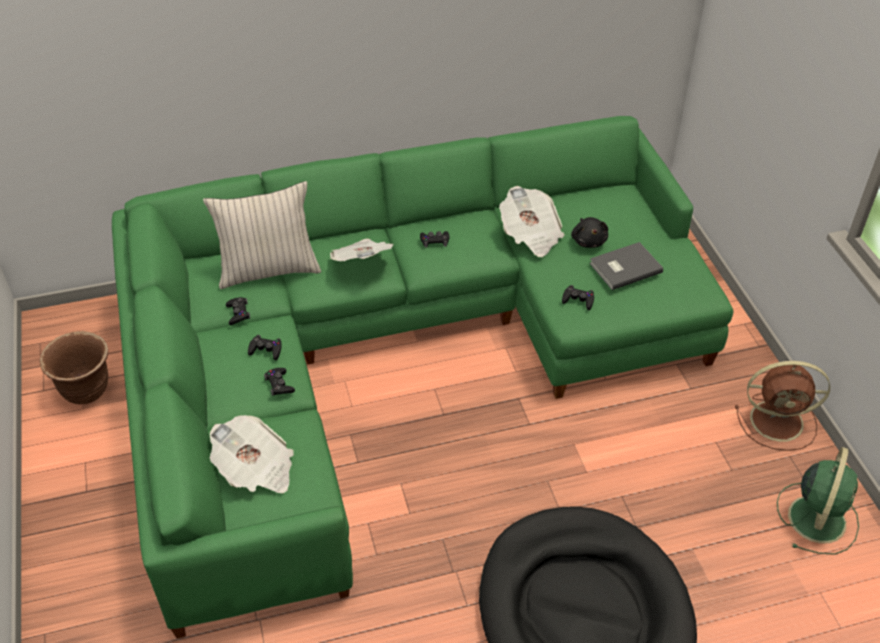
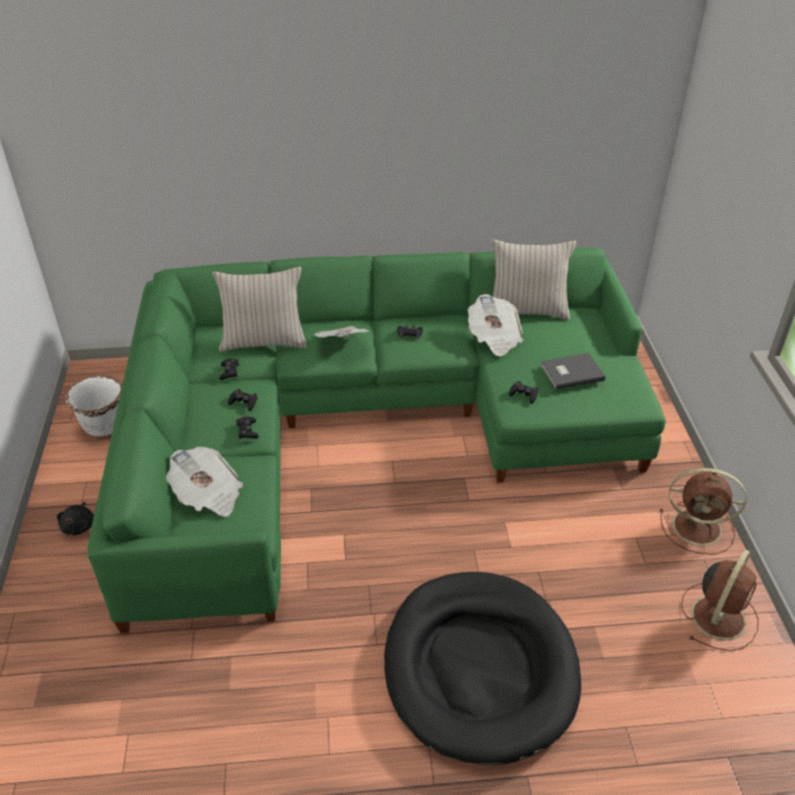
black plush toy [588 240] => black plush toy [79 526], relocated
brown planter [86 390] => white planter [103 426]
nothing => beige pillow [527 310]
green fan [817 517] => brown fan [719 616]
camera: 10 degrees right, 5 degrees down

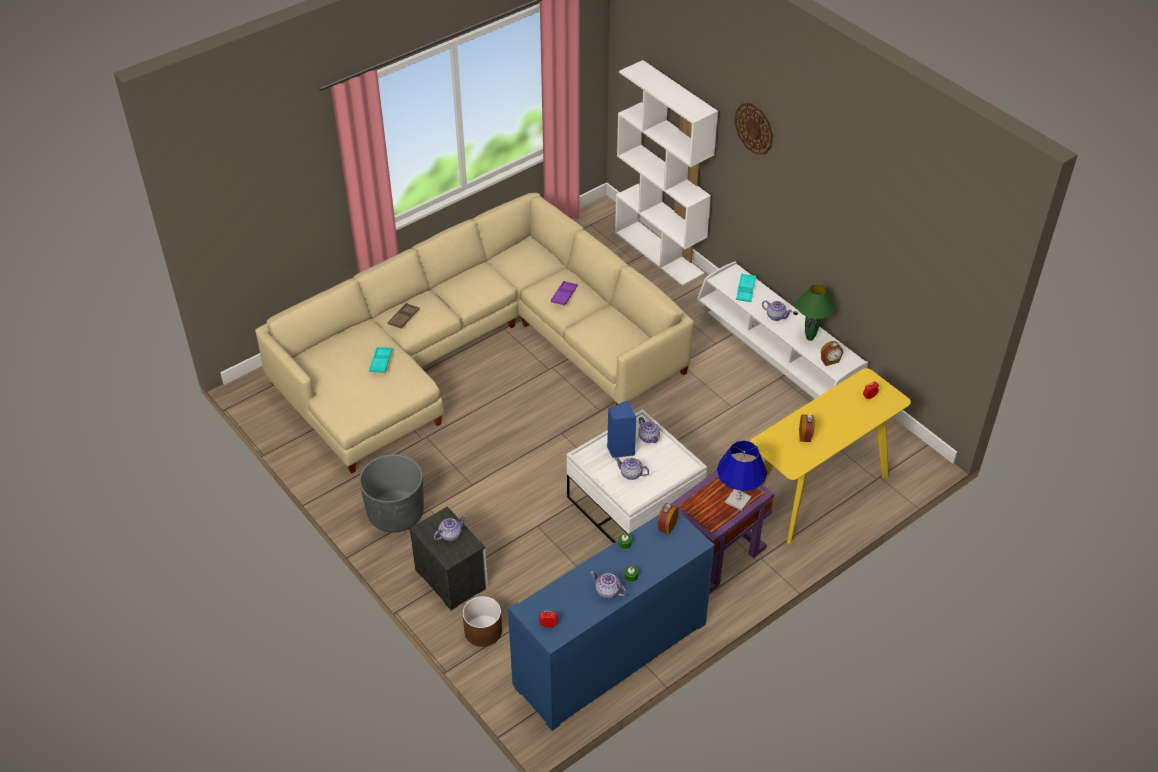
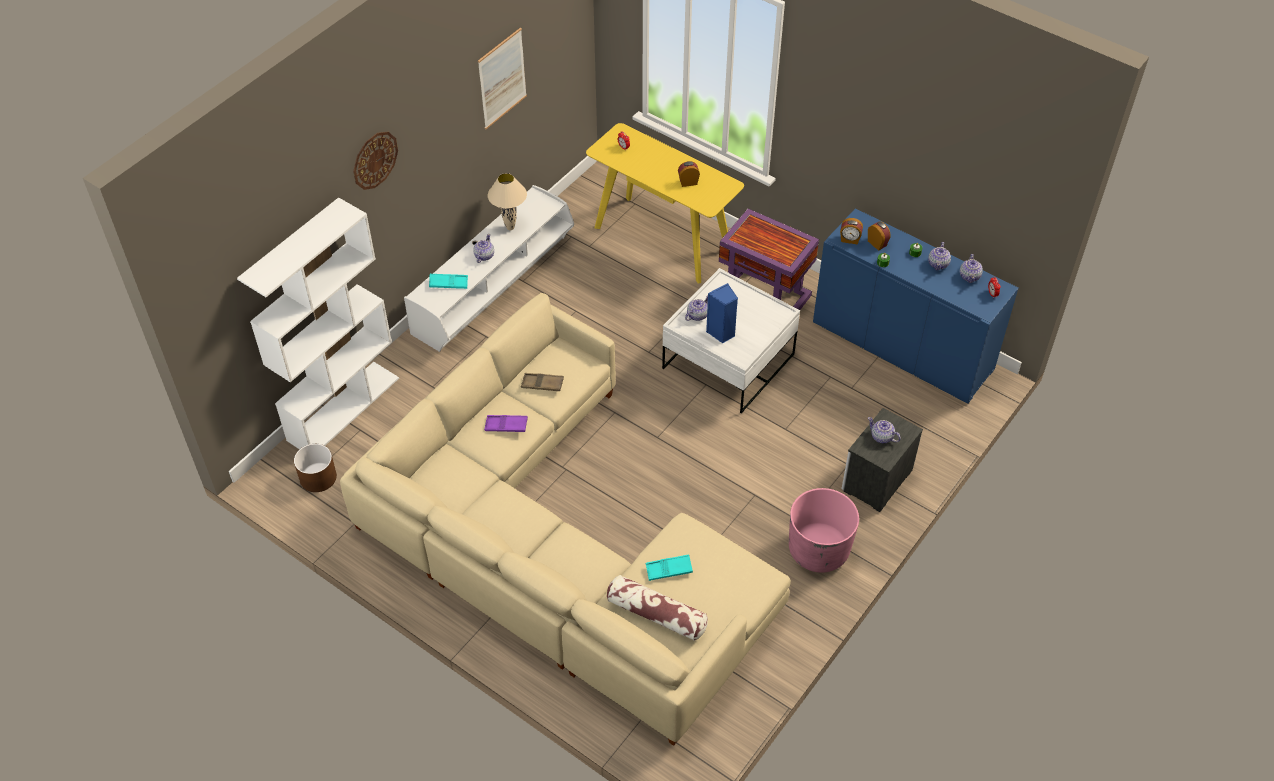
brown planter [483 631] => brown planter [318 477], relocated
nothing => picture [502 78]
green table lamp [809 338] => beige table lamp [510 228]
brown tray [403 318] => brown tray [542 384], relocated
nothing => pillow [656 614]
grey planter [396 513] => pink planter [818 550]
alarm clock [830 361] => alarm clock [877 243], relocated
teapot [631 474] => teapot [970 276], relocated
blue table lamp [738 500] => nothing
camera: 105 degrees left, 5 degrees up

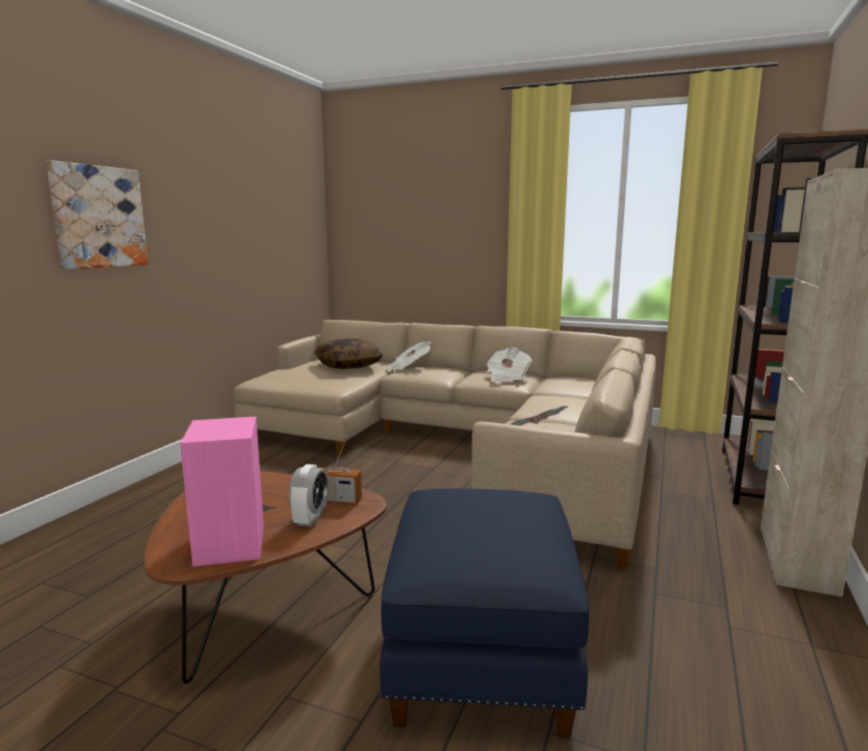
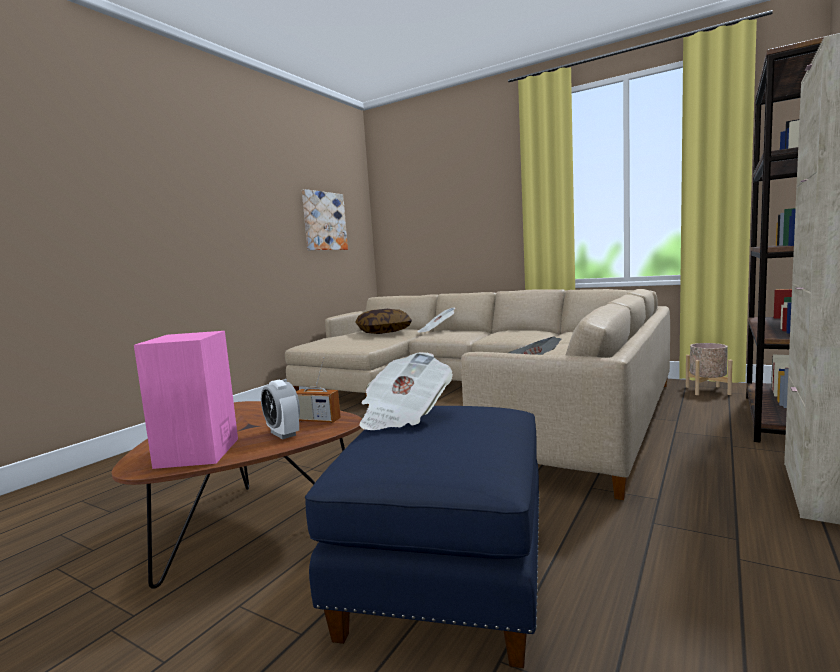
alarm clock [310 519] => alarm clock [283 434], 120 degrees clockwise
picture [98 217] => picture [324 221], relocated
newspaper [507 377] => newspaper [403 416], relocated
nothing => beige planter [707 390]
camera: 10 degrees right, 5 degrees down

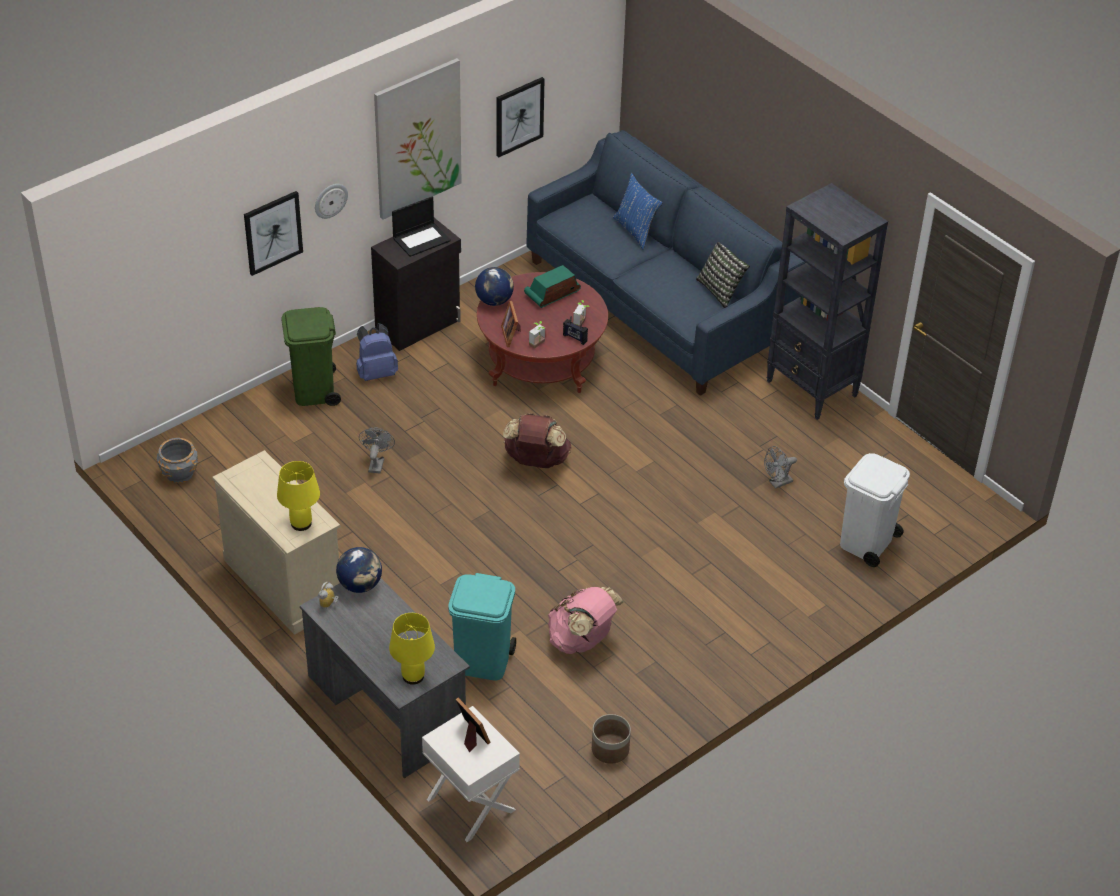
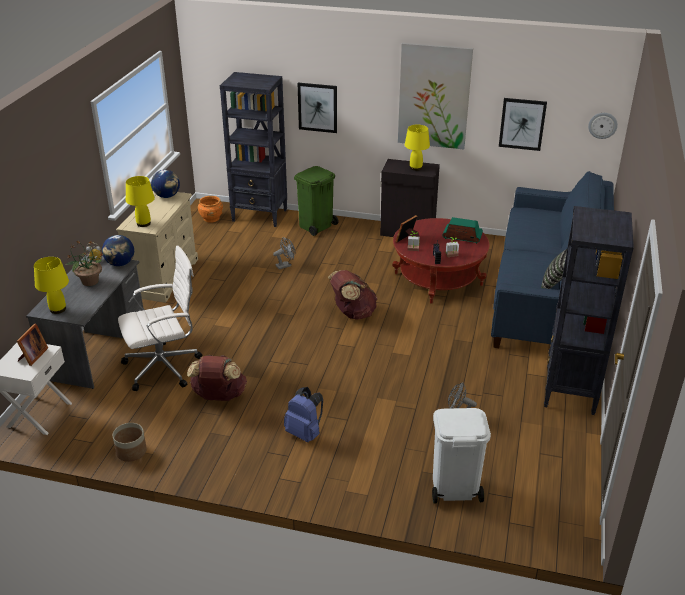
nothing => potted plant [89 281]
turquoise trash can [483 661] => white office chair [165 367]
globe [494 301] => globe [167 196], relocated
pink backpack [582 640] => brown backpack [219 396]
grey planter [179 474] => orange planter [211 218]
nothing => black bookcase [260 216]
blue backpack [376 373] => blue backpack [305 433], relocated
laptop [421 239] => yellow table lamp [416 168]
wall clock [330 200] => wall clock [602 125], relocated
blue pillow [636 231] => nothing
camera: 55 degrees right, 10 degrees down

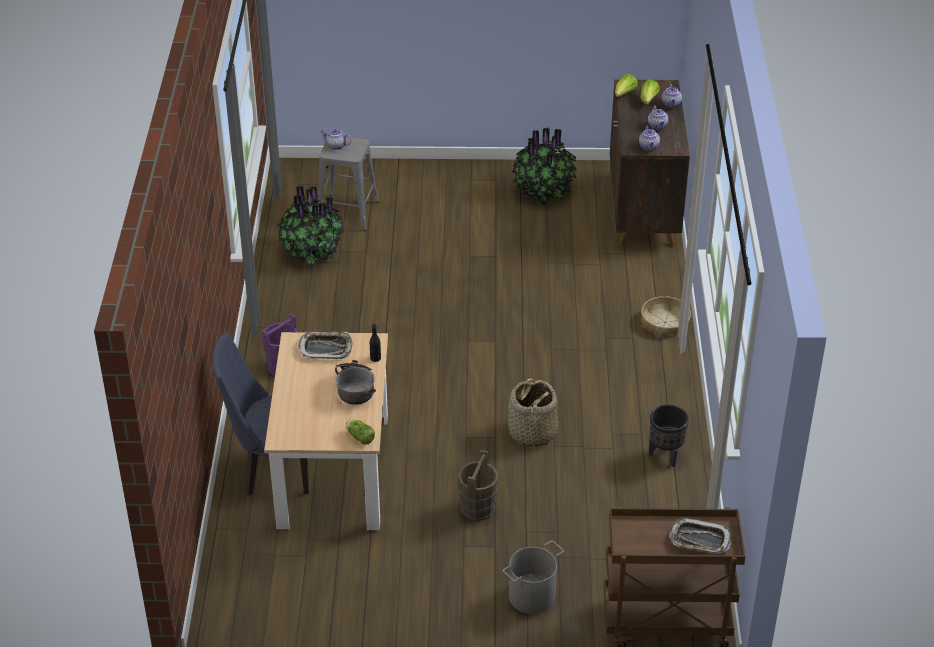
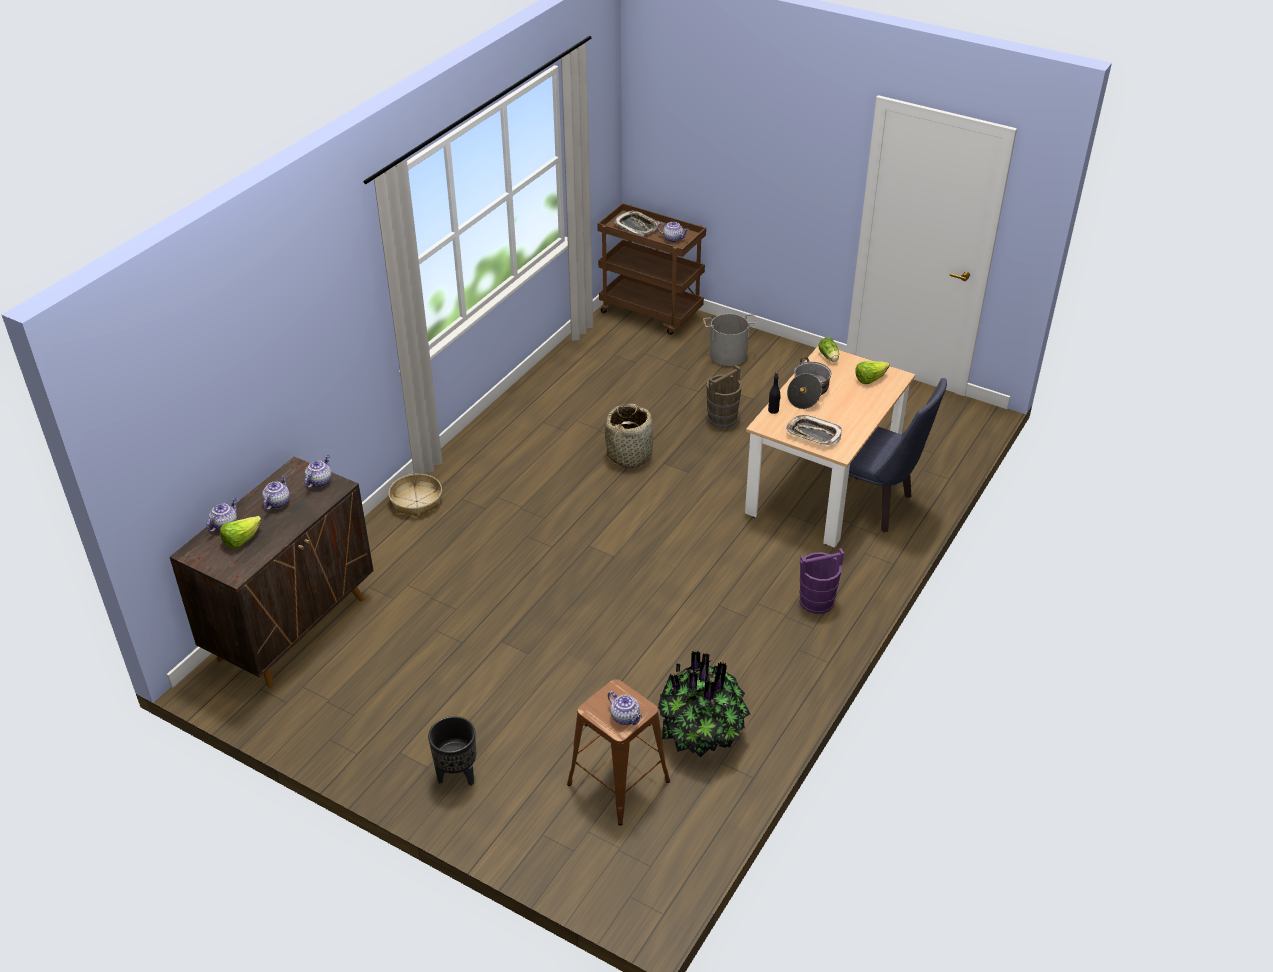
black planter [665 455] => black planter [456 775], relocated
grey stool [347 212] => brown stool [619 781]
nothing => teapot [673 239]
lettuce [624 94] => lettuce [870 379], relocated
potted plant [544 192] => nothing
camera: 150 degrees left, 0 degrees up

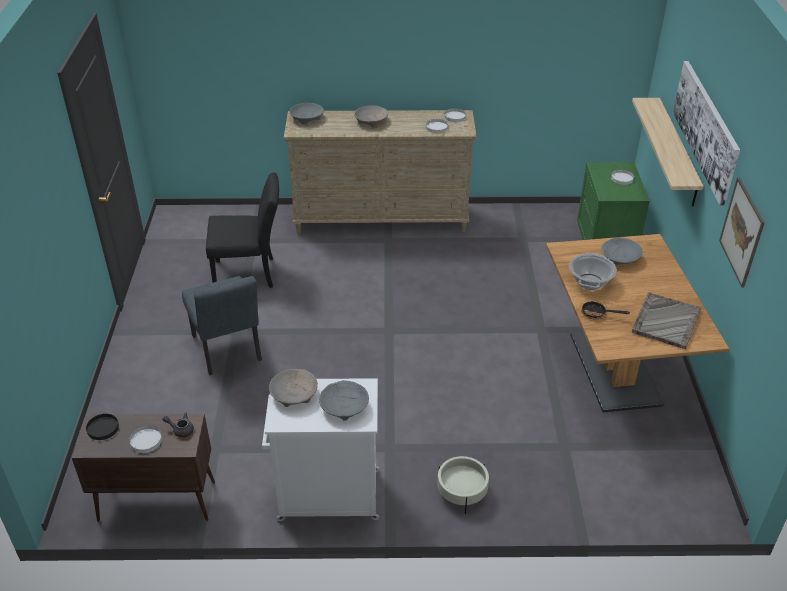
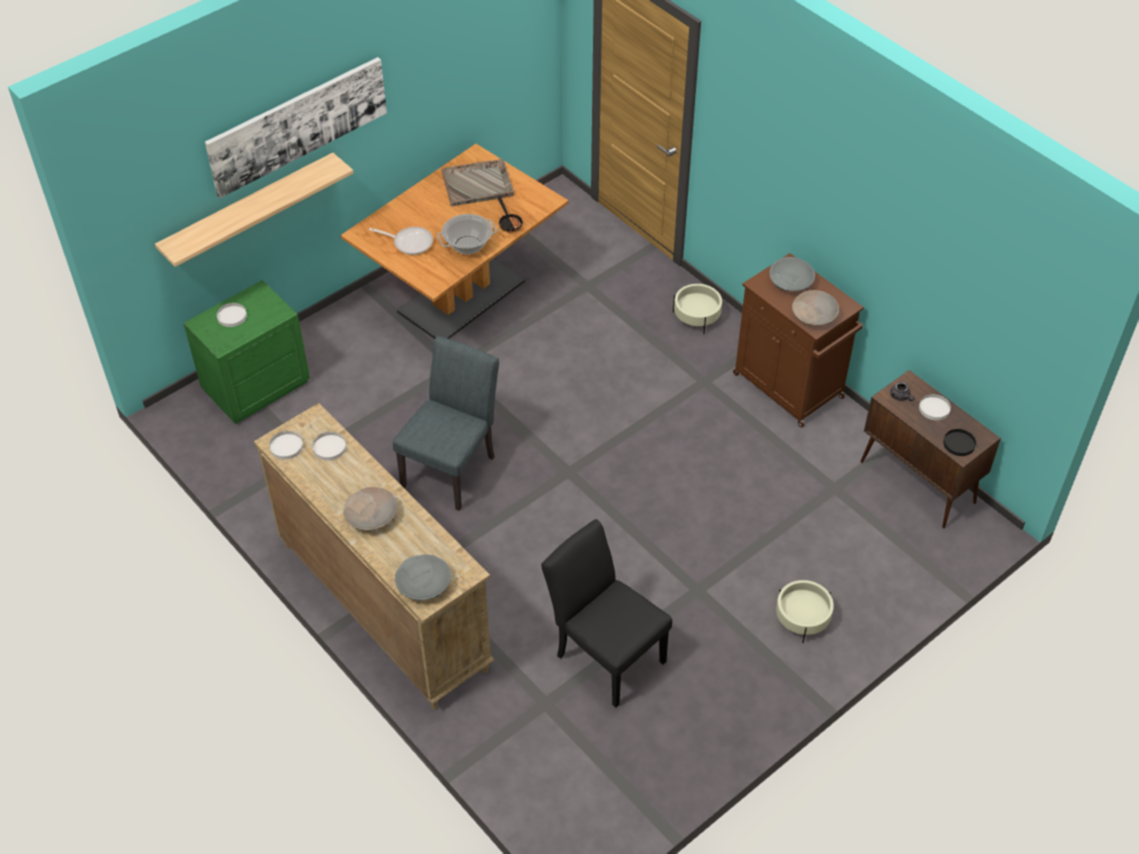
grey bowl [620 258] => frying pan [409 242]
grey chair [228 352] => grey chair [453 466], relocated
white cabinet [326 495] => brown cabinet [790 387]
nothing => beige planter [802 618]
picture [741 232] => nothing
camera: 130 degrees left, 10 degrees up

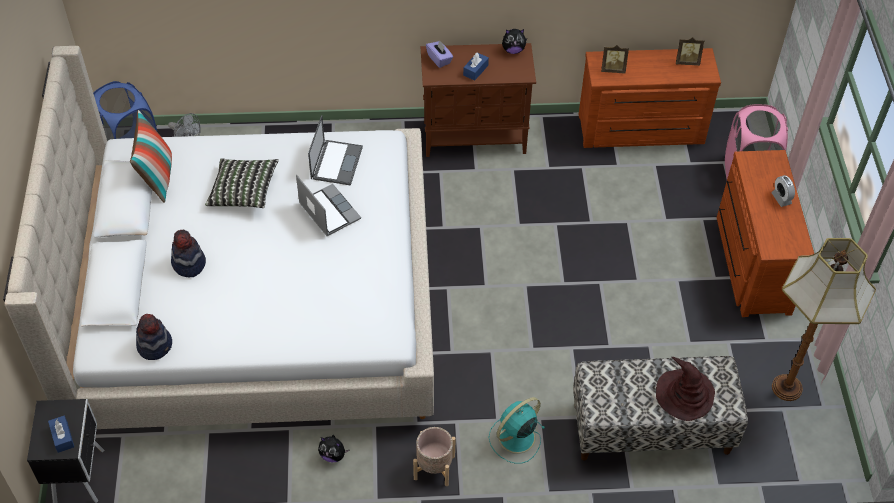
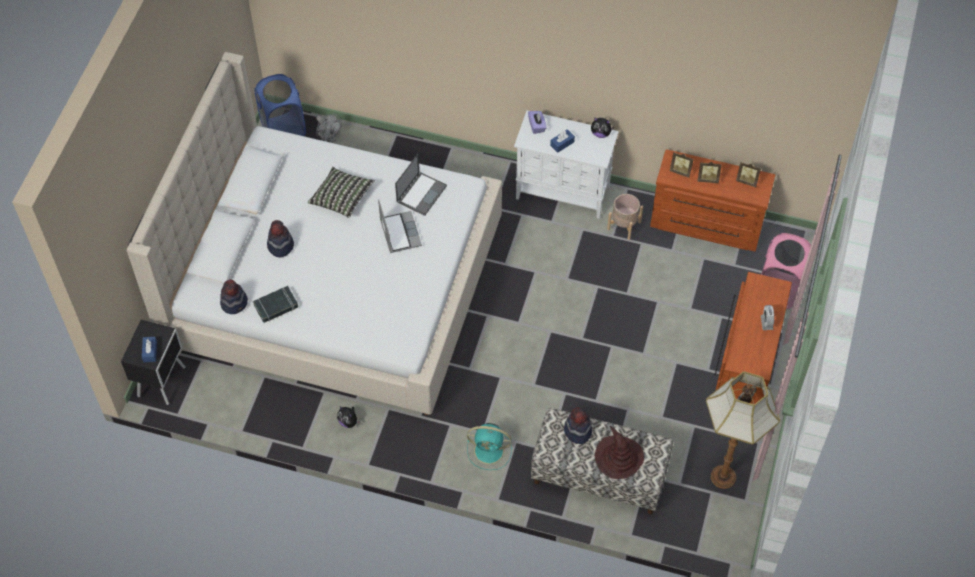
nothing => black book [276 306]
turquoise fan [515 438] => turquoise fan [490 451], 150 degrees counterclockwise
brown cabinet [475 137] => white cabinet [563 193]
nothing => hat [577 431]
beige planter [434 467] => beige planter [624 225], relocated
nothing => picture frame [708 179]
pillow [157 177] => nothing
camera: 20 degrees right, 5 degrees up

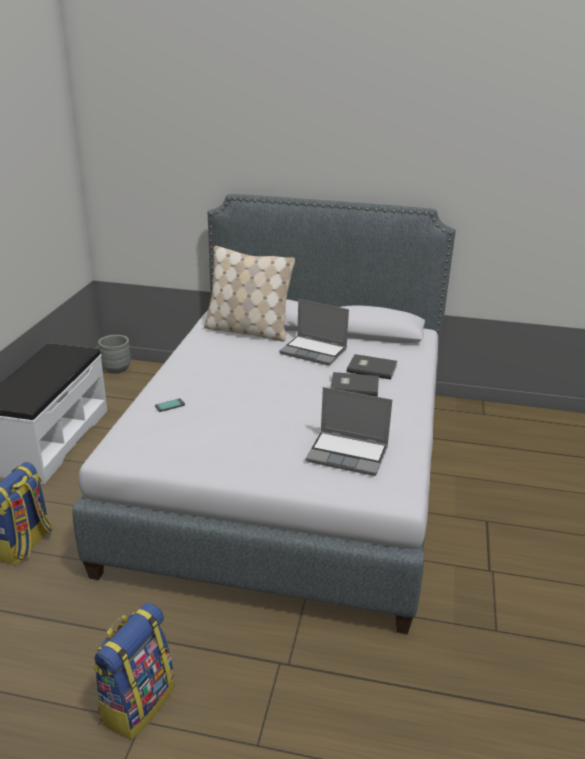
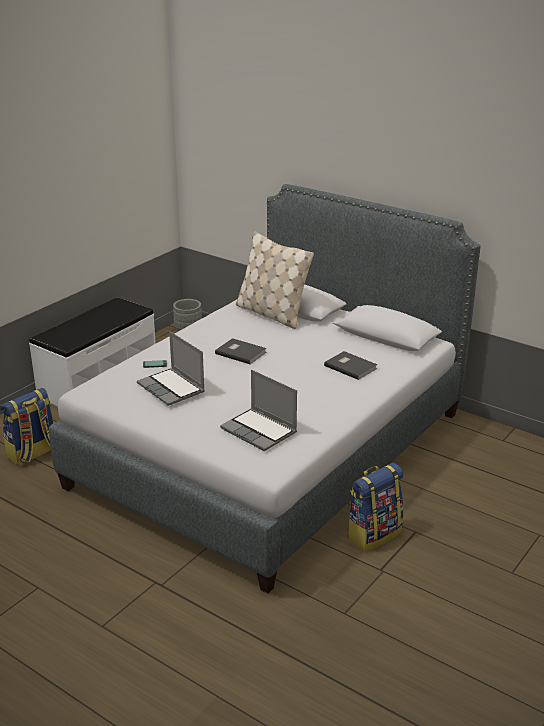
laptop [314 351] => laptop [172 388], relocated
grey book [353 385] => grey book [240 352], relocated
backpack [137 702] => backpack [373 534], relocated
camera: 25 degrees right, 0 degrees up

